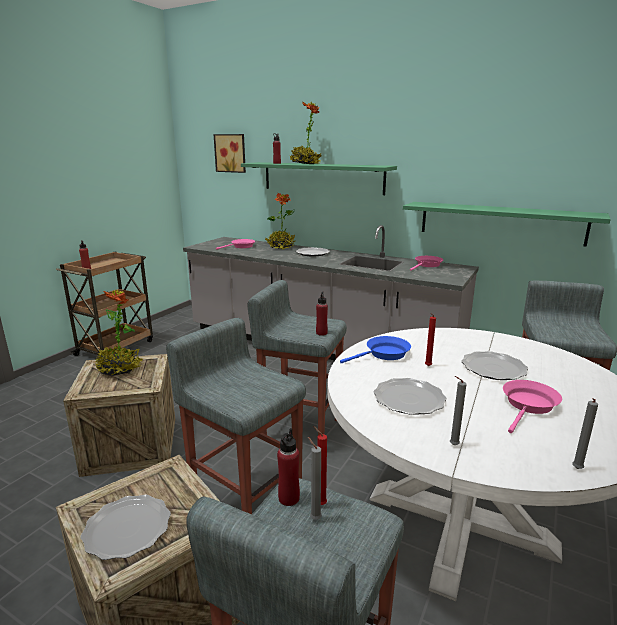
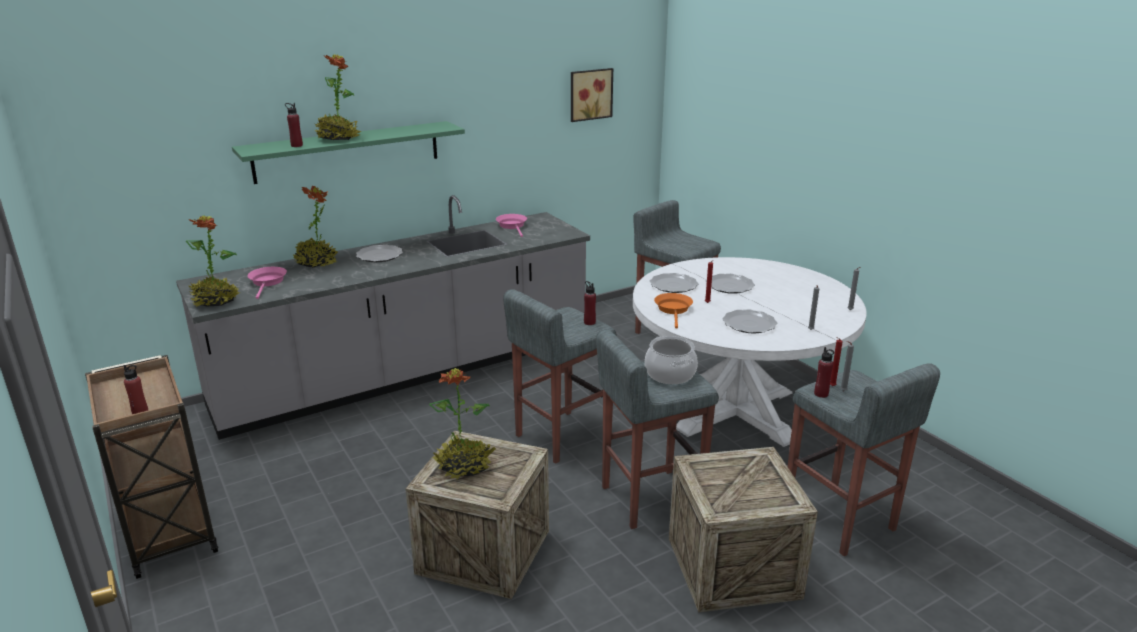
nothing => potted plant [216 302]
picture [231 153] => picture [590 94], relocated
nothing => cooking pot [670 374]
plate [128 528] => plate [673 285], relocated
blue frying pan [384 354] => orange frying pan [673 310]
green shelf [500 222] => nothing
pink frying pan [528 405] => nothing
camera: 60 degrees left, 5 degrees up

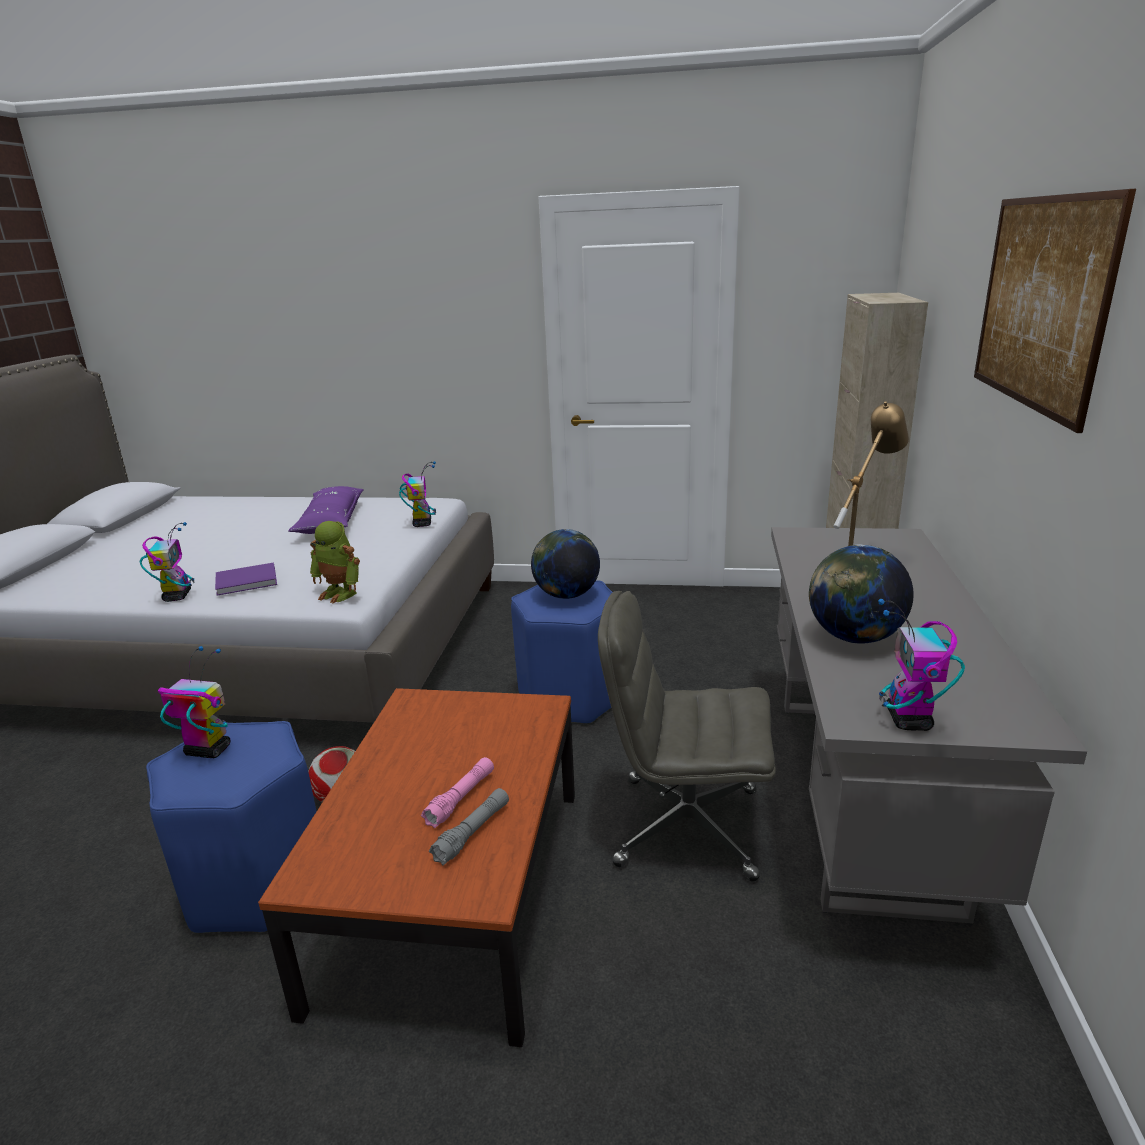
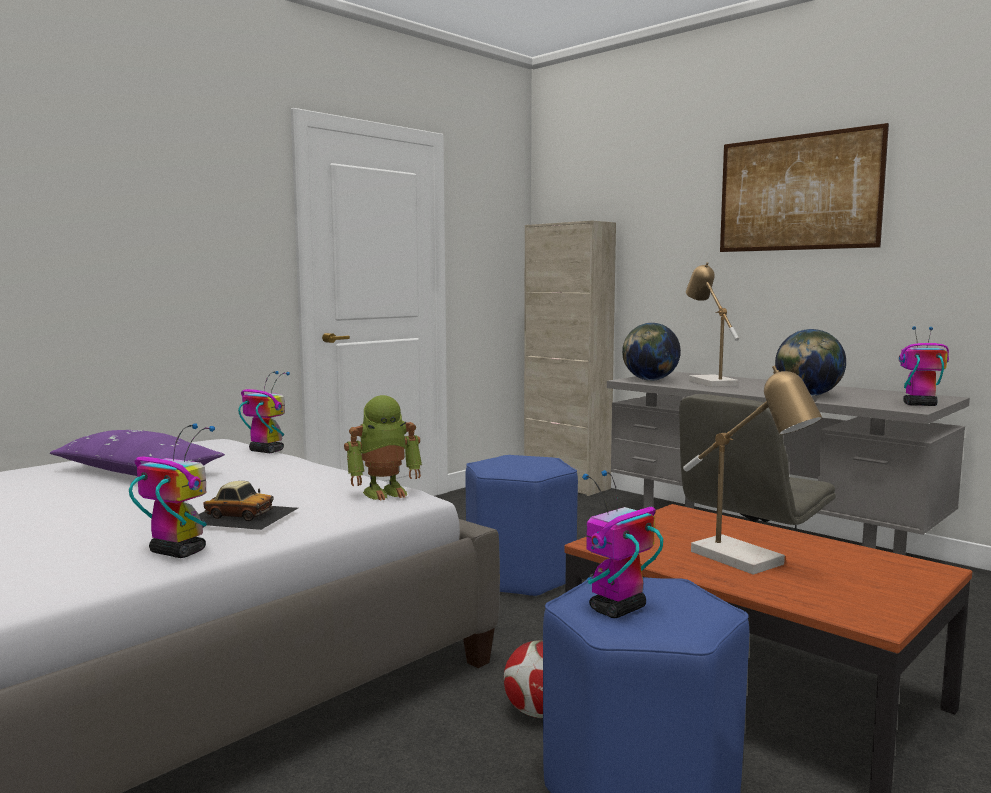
purple book [249 581] => toy car [241 515]
globe [566 595] => globe [650 380], relocated
nothing => table lamp [747 561]
toy robot [909 720] => toy robot [919 404], 150 degrees clockwise
pink flashlight [461 798] => nothing
grey flashlight [472 833] => nothing
camera: 55 degrees left, 15 degrees down

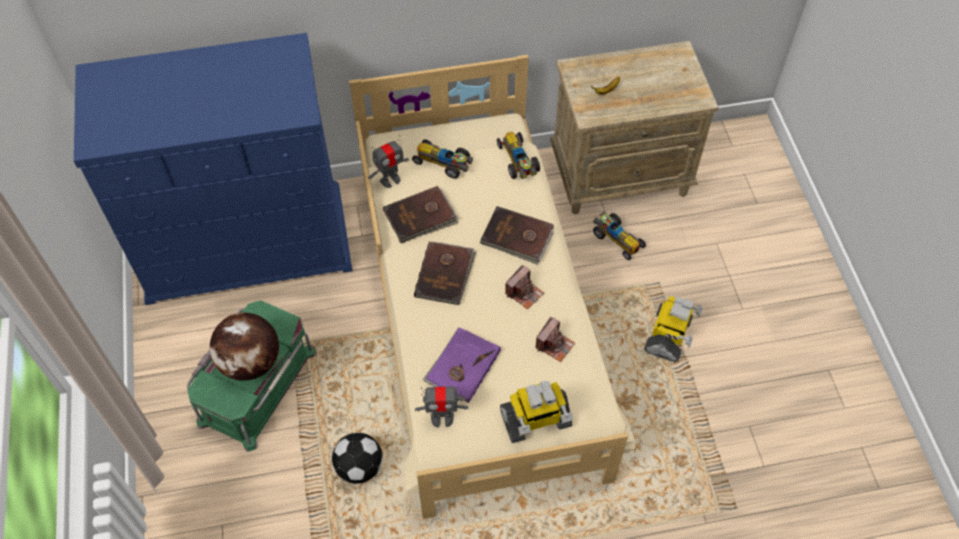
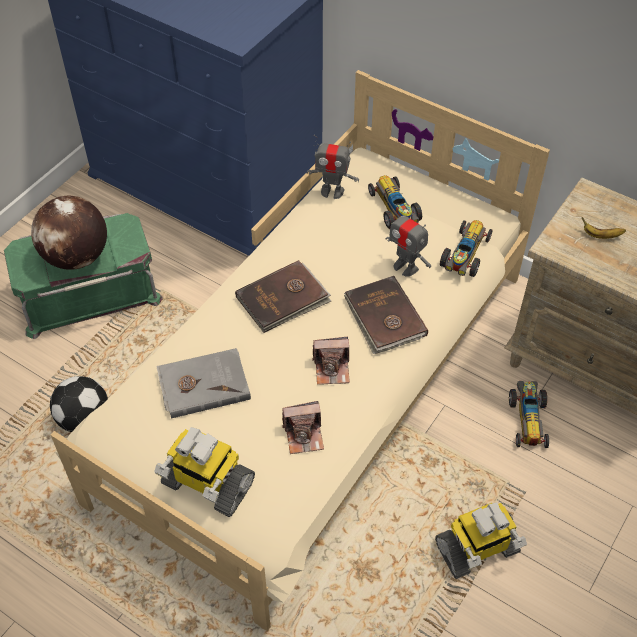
purple book [462 366] => grey book [203 384]
toy robot [442 418] => toy robot [405 267], relocated
brown book [421 217] => nothing
camera: 45 degrees right, 5 degrees down

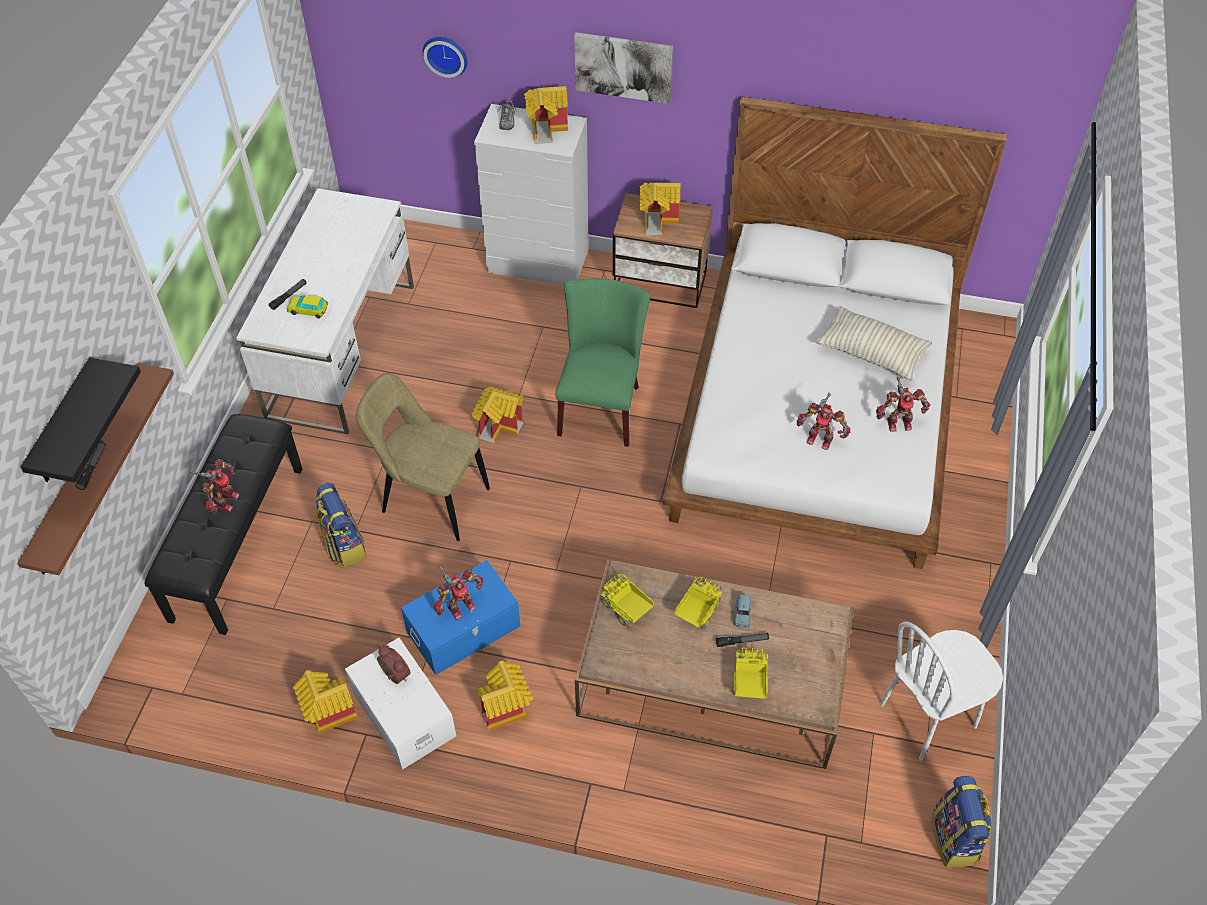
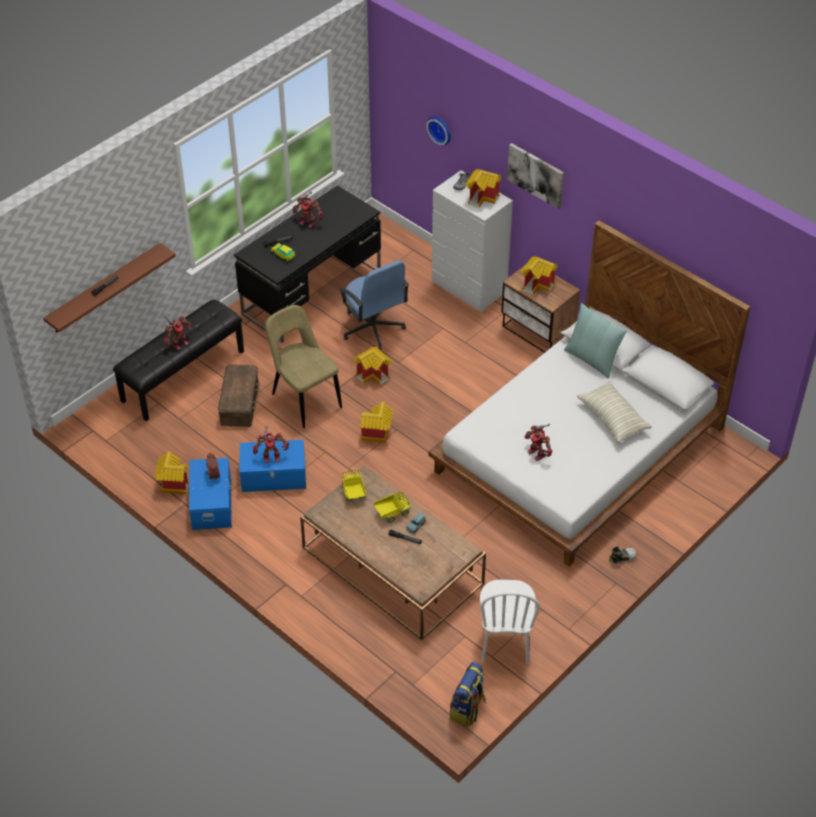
white storage box [404 712] => blue storage box [212 503]
backpack [343 545] => brown storage box [239 402]
white desk [342 349] => black desk [312 293]
toy robot [898 422] => toy robot [308 222], relocated
nothing => blue office chair [373 328]
toy house [506 710] => toy house [377 435], relocated
white chair [928 716] => white chair [504 643], 90 degrees counterclockwise
nothing => pillow [592 359]
nothing => shoe [622 557]
black shelf [63 425] => nothing
green chair [601 405] => nothing
toy truck [748 683] => nothing
camera: 30 degrees right, 5 degrees down

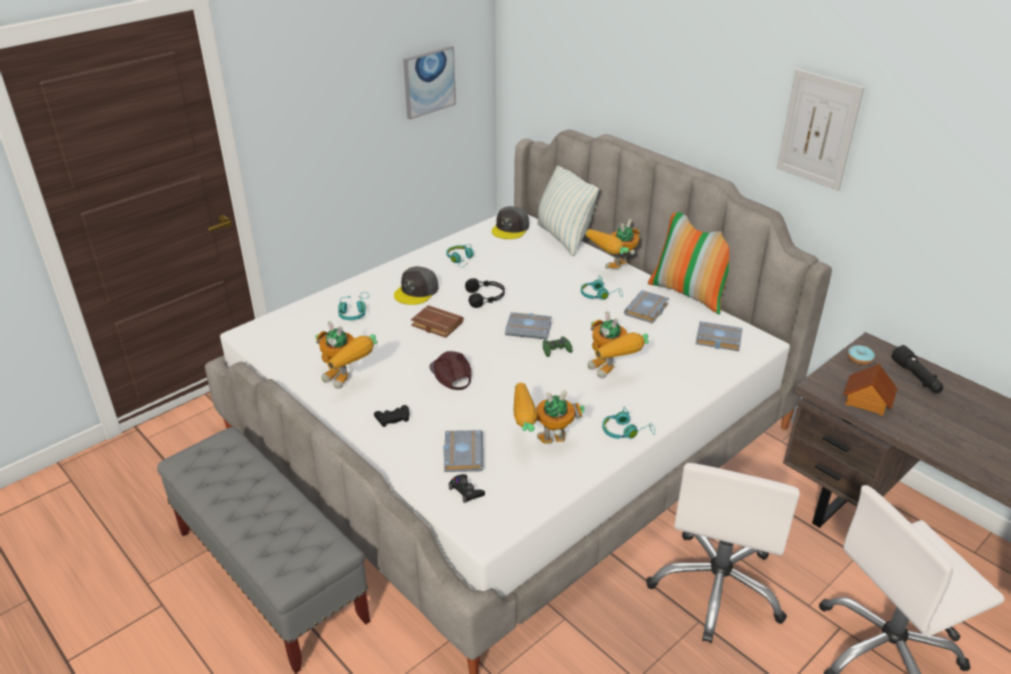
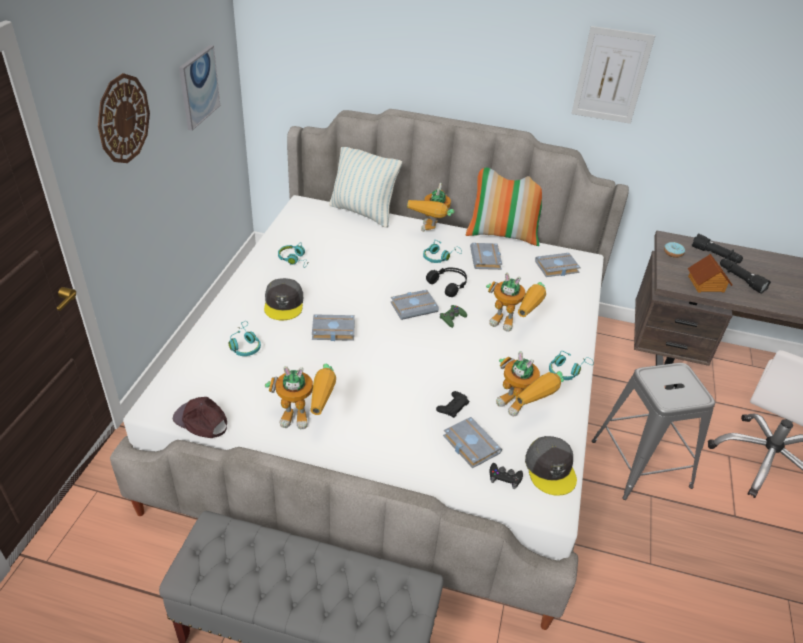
nothing => wall clock [123 119]
brown cap [451 374] => brown cap [201 421], relocated
brown book [435 325] => grey book [332 331]
black headphones [485 298] => black headphones [449 285], relocated
black game controller [393 418] => black game controller [452 407], relocated
toy robot [541 446] => toy robot [521 410], 90 degrees counterclockwise
grey cap [510 228] => grey cap [550 469], relocated
white office chair [717 587] => grey stool [641 463]
nothing => black flashlight [740 279]
camera: 35 degrees left, 5 degrees up

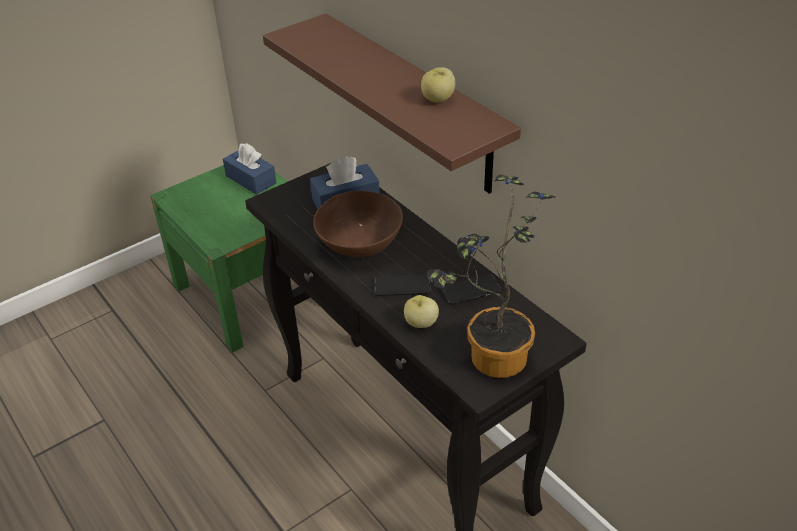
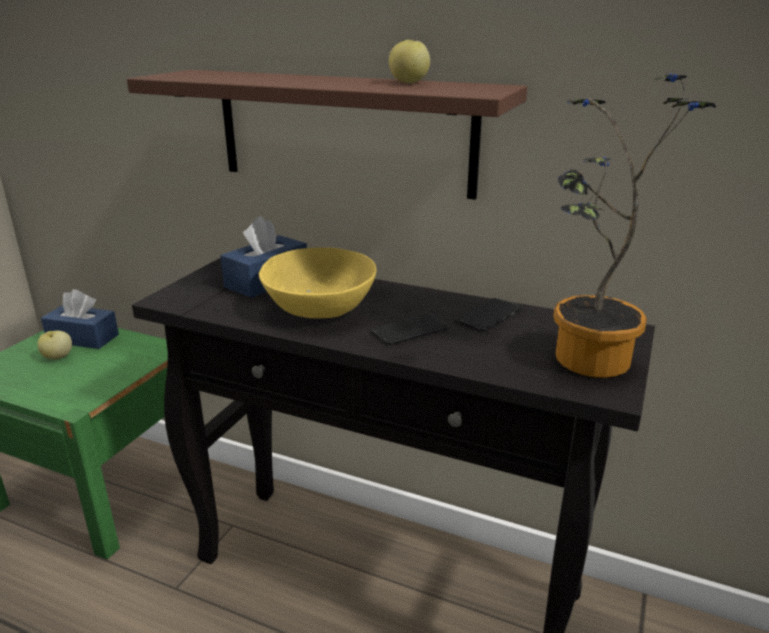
apple [421 323] => apple [57 357], relocated
brown bowl [360 244] => yellow bowl [321 309]
camera: 30 degrees left, 15 degrees down

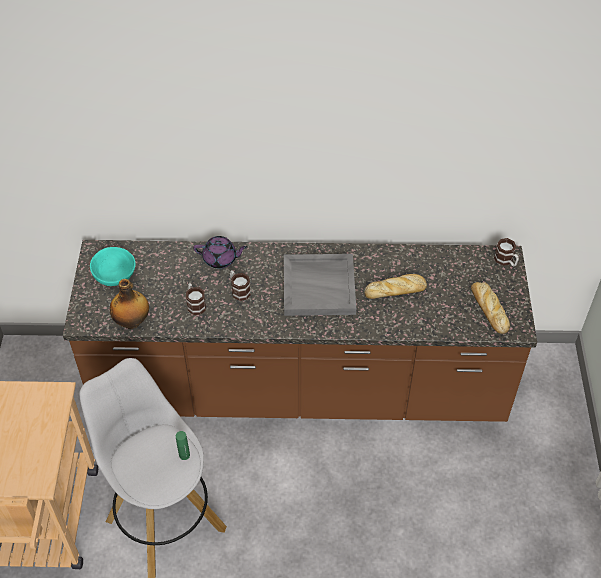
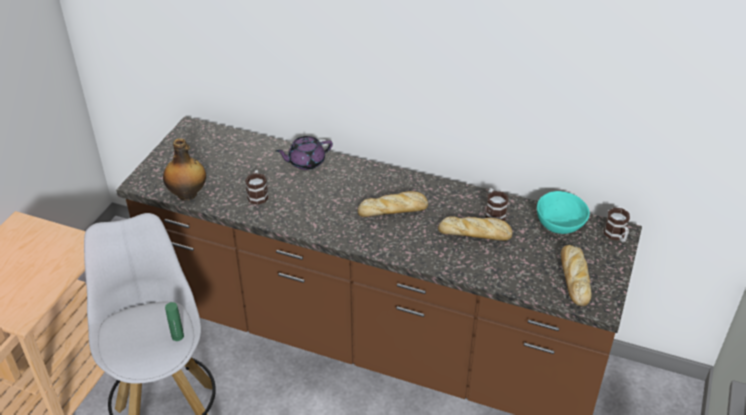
purple teapot [220 259] => purple teapot [305 162], 135 degrees clockwise
grey tray [319 286] => bread [394 210]
mug [239 290] => mug [494 213], relocated
turquoise bowl [114 275] => turquoise bowl [559 224], relocated
camera: 20 degrees right, 10 degrees down

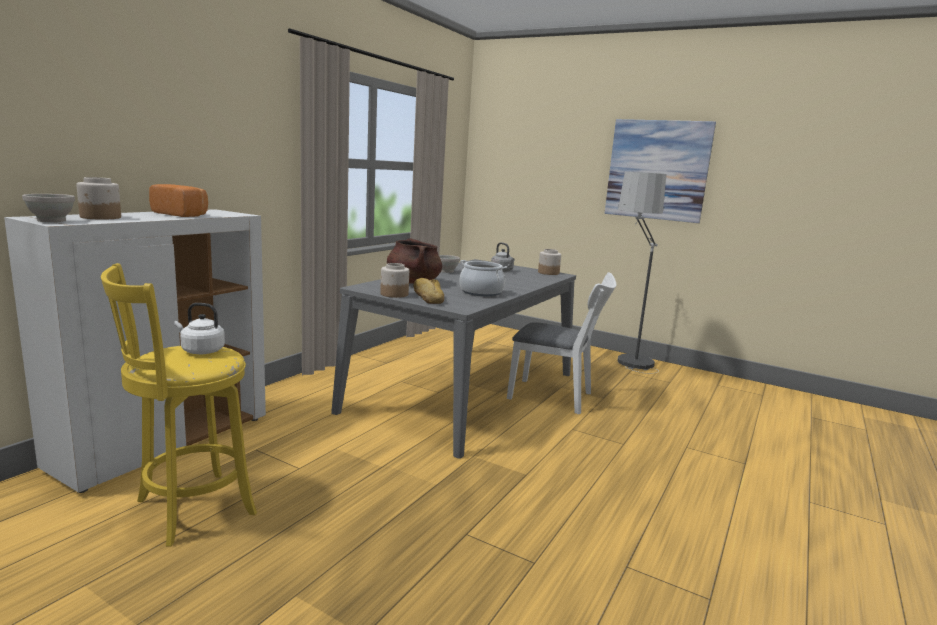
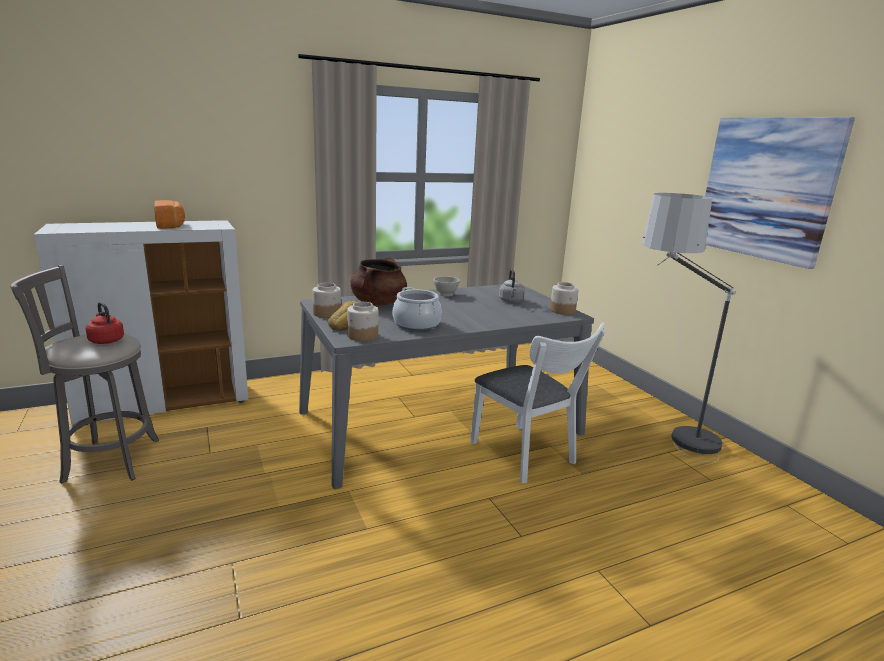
yellow stool [189 509] => grey stool [106 460]
white kettle [201 351] => red kettle [106 340]
jar [100 217] => jar [362 336], relocated
white bowl [51 220] => nothing
camera: 35 degrees right, 5 degrees up

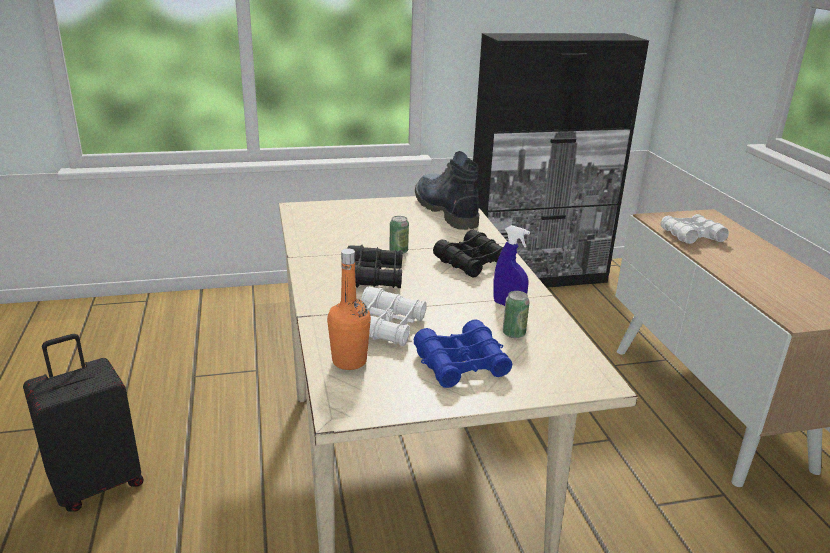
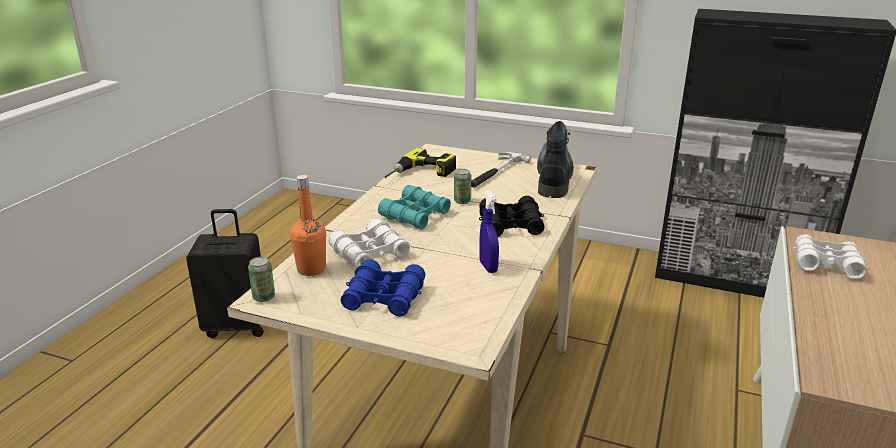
can [513 333] => can [264 297], relocated
black binoculars [374 276] => turquoise binoculars [415 215]
nothing => power drill [420 174]
nothing => hammer [495 173]
camera: 35 degrees right, 0 degrees up

